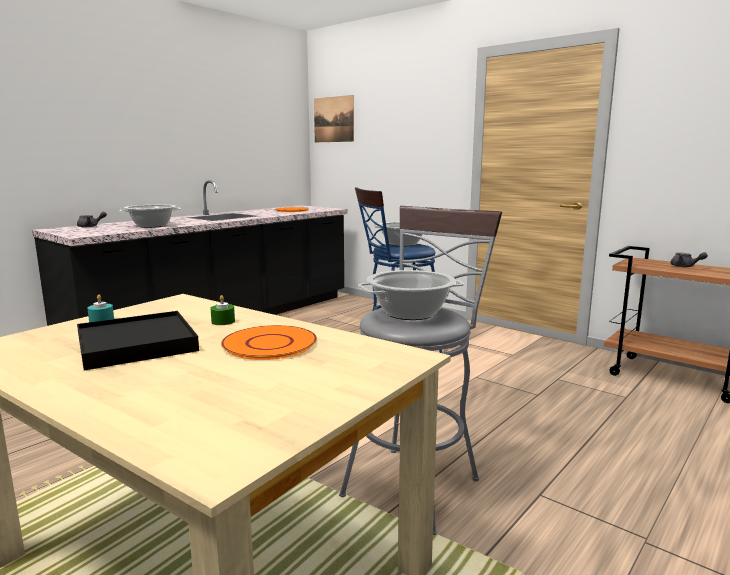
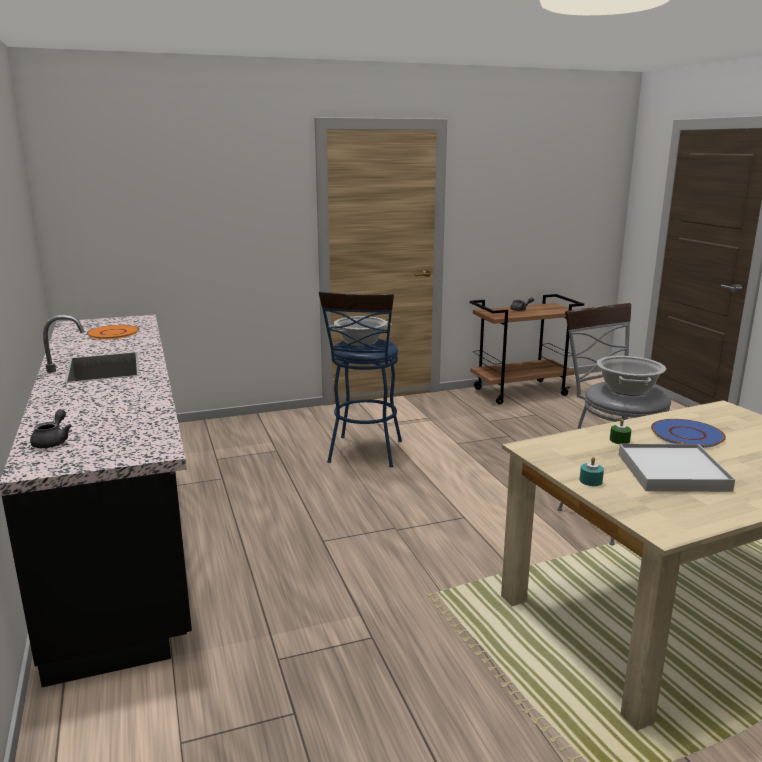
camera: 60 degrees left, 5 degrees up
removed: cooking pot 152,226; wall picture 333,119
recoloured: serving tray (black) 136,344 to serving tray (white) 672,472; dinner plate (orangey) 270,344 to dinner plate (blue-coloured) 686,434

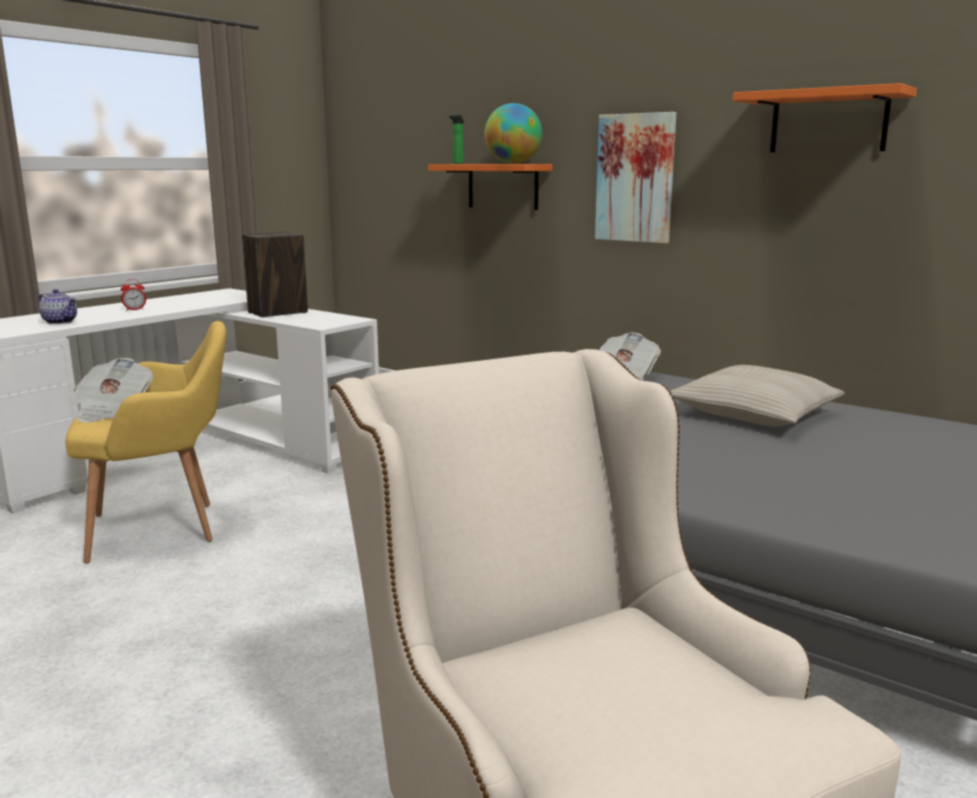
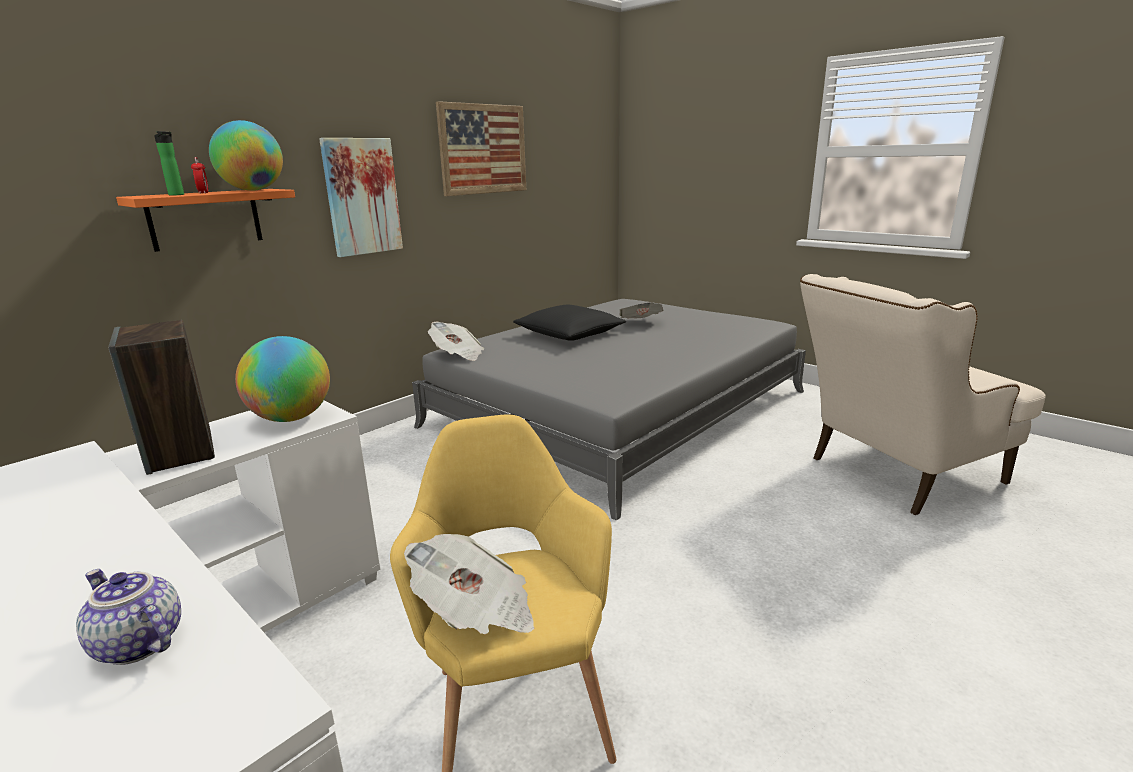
camera: 85 degrees left, 5 degrees up
added: world globe 291,418; printed paper 640,323
moved: bedside clock 135,310 to 203,193
replaced: bracket shelf (orangey) 828,122 to wall picture 483,149
recoloured: throw pillow (sand-coloured) 754,413 to throw pillow (black) 569,334
turned: teapot 61,322 = 136,644 90 degrees counterclockwise

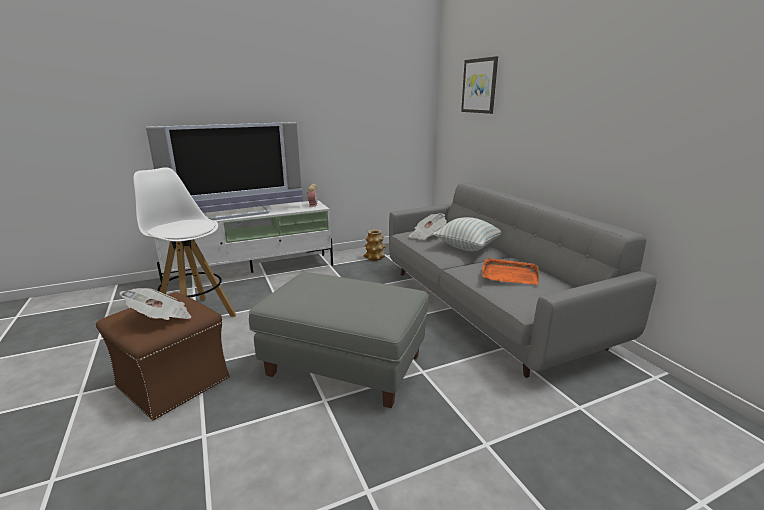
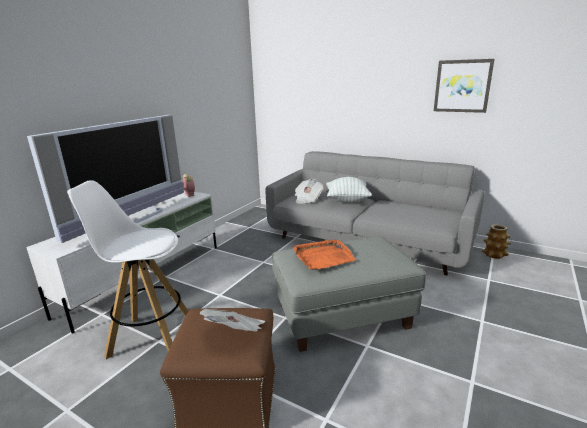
camera: 35 degrees left, 0 degrees up
moved: flower vase 375,258 to 494,255; wall picture 479,86 to 462,86; serving tray (orangey) 509,274 to 323,257

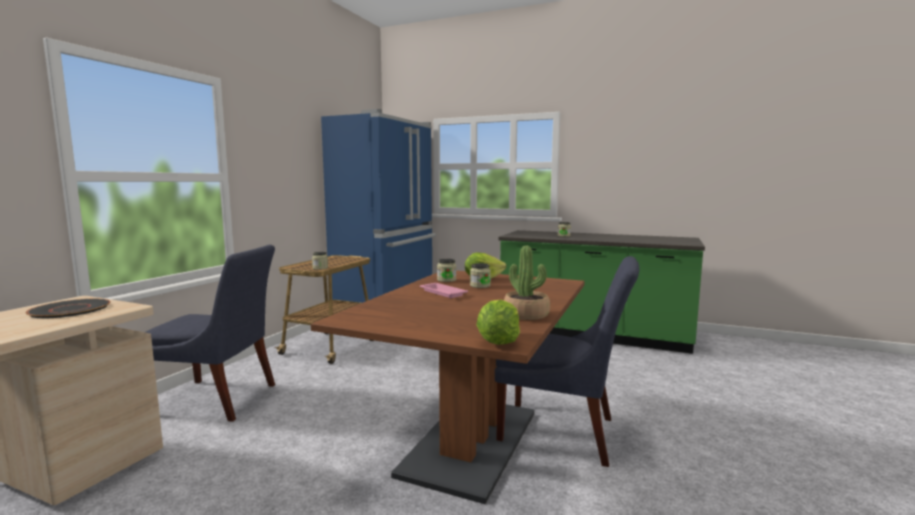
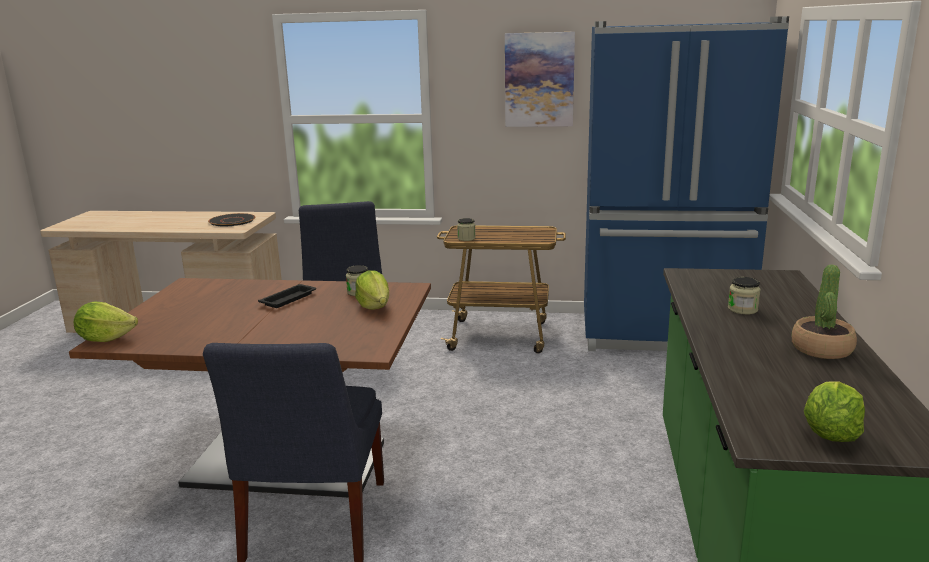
camera: 75 degrees right, 10 degrees up
removed: storage jar 480,286
added: wall picture 539,80; lettuce 830,434
moved: houseplant 526,314 to 822,349
recoloured: serving tray (pink) 442,293 to serving tray (black) 289,299

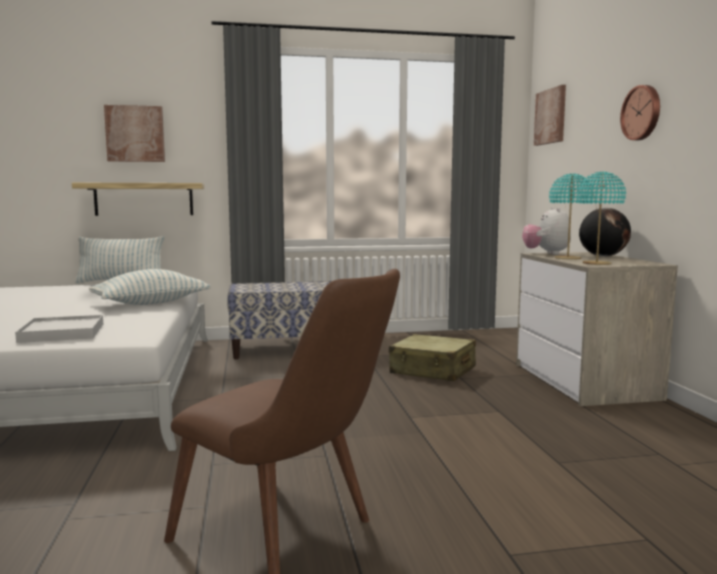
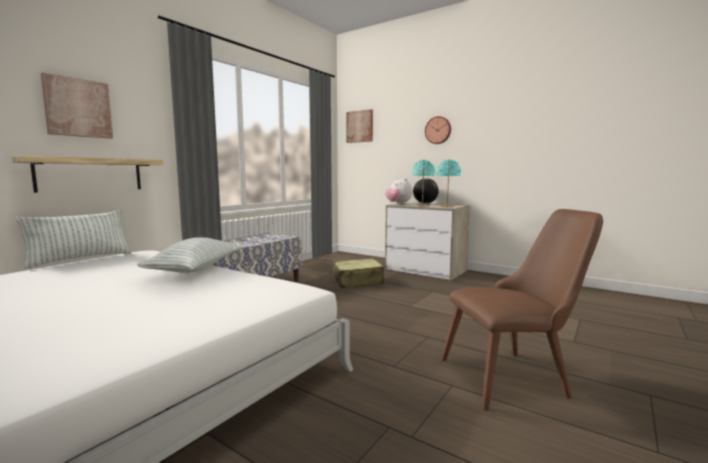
camera: 45 degrees left, 0 degrees up
removed: serving tray (white) 62,333

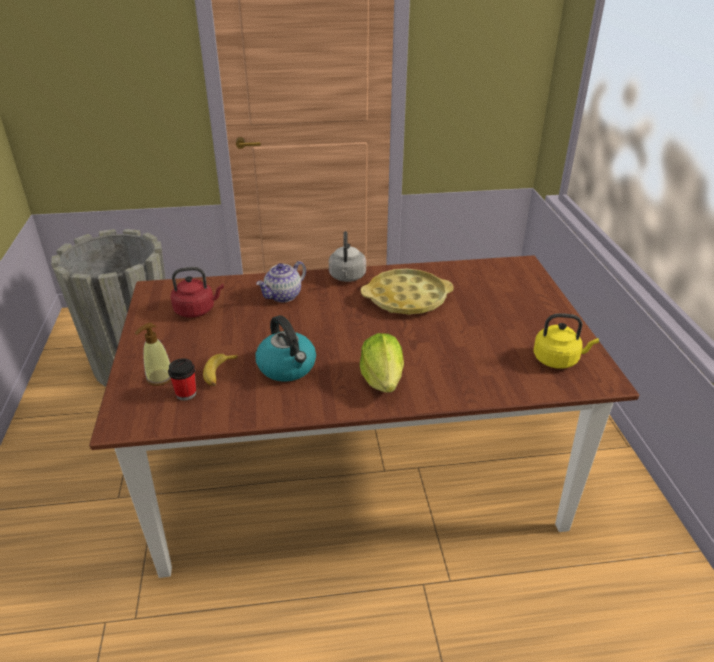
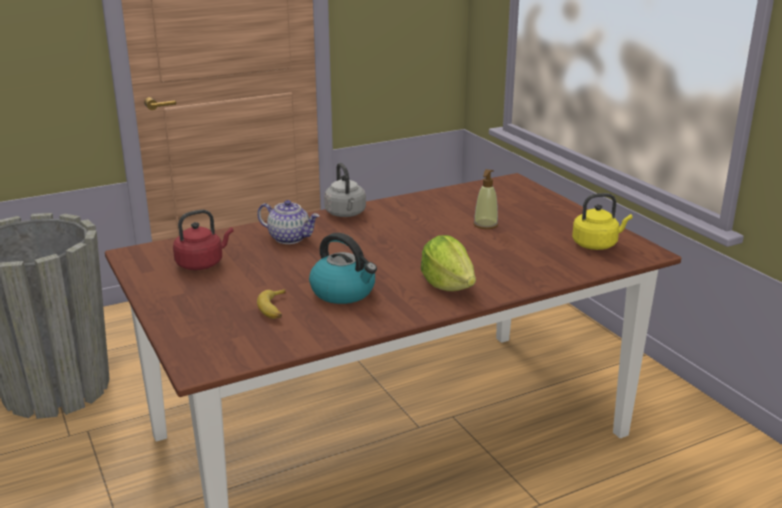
camera: 20 degrees left, 10 degrees down
removed: small cup 186,394; serving tray (yellow) 406,298
moved: soap bottle 159,378 to 485,225
turned: teapot 283,296 = 290,238 90 degrees counterclockwise

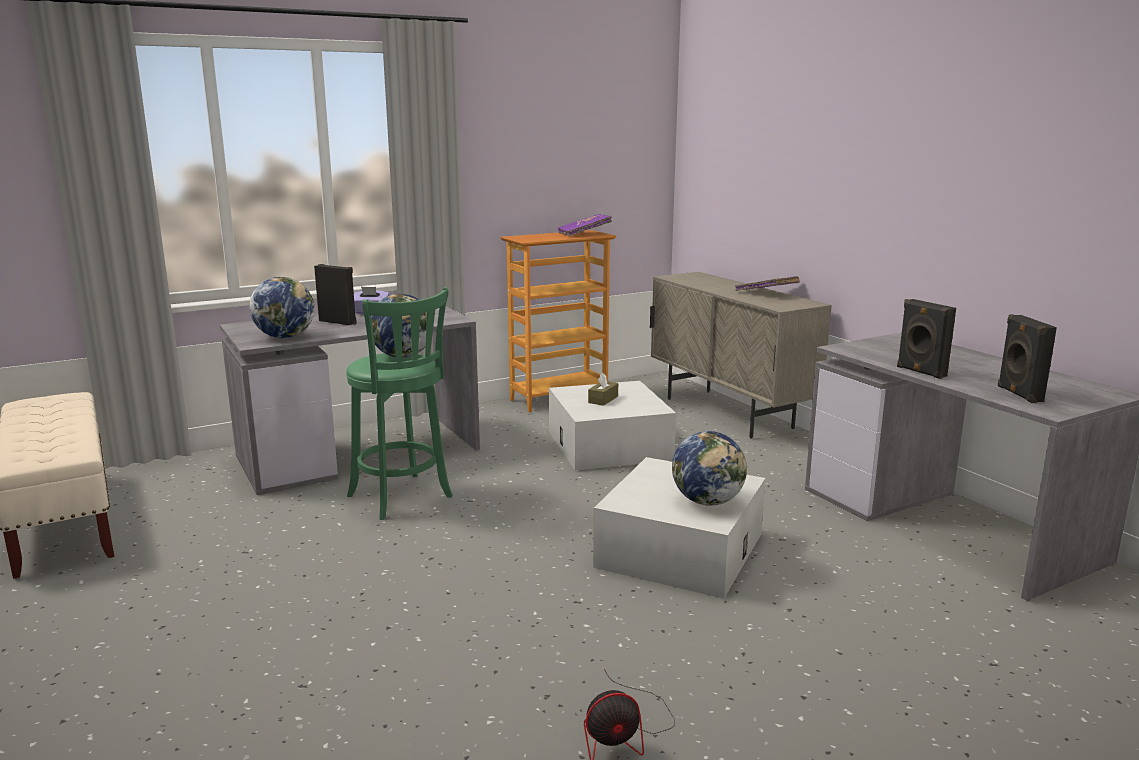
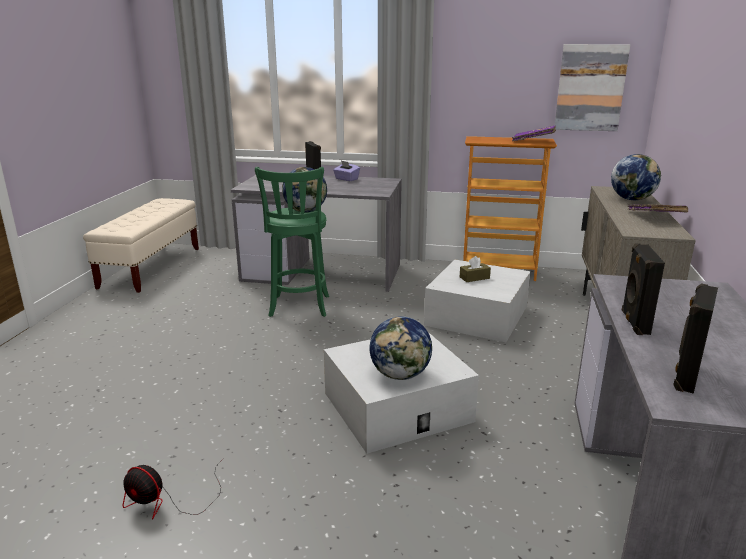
camera: 40 degrees right, 5 degrees up
added: wall picture 590,88
moved: world globe 285,337 to 632,199

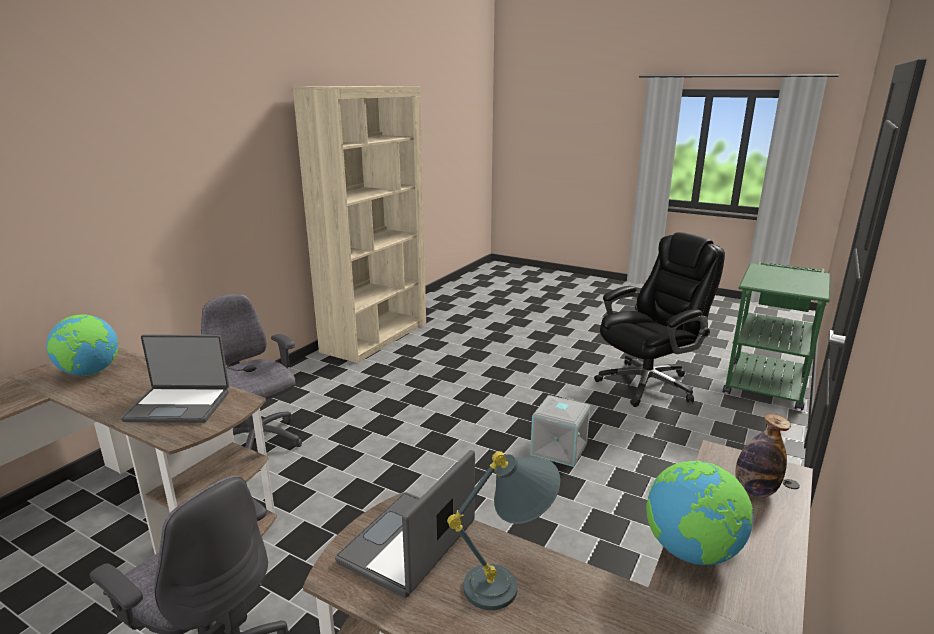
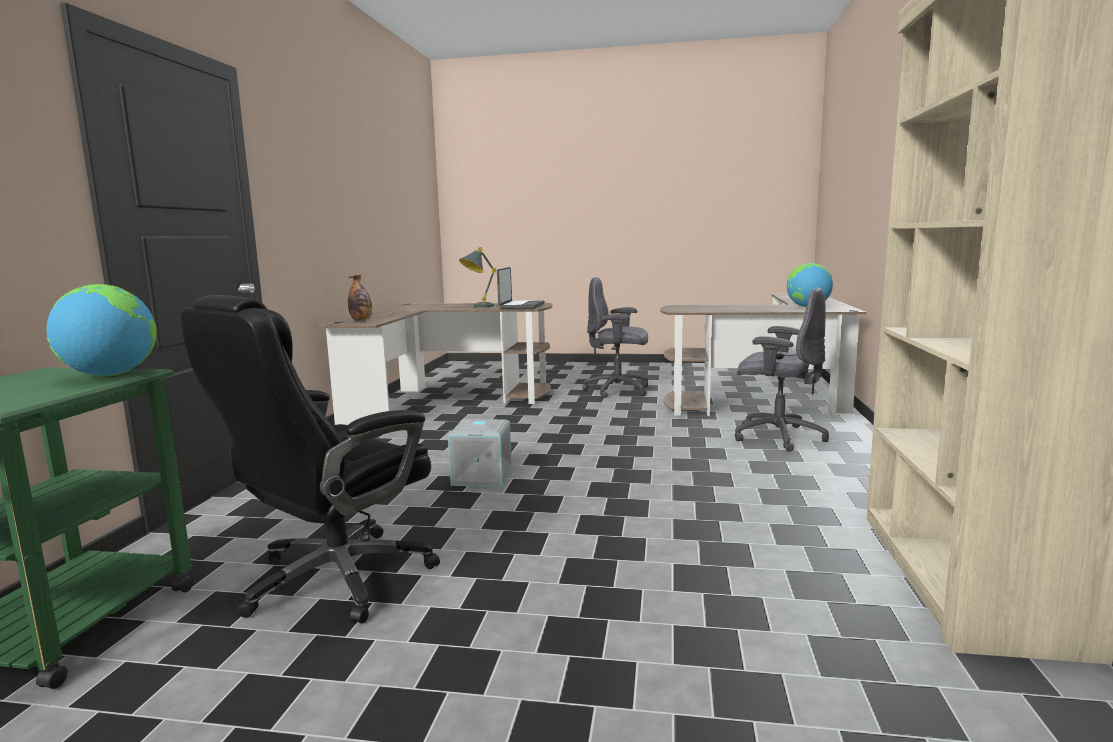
camera: 160 degrees right, 10 degrees down
removed: notebook computer 179,405
moved: world globe 692,552 to 110,375

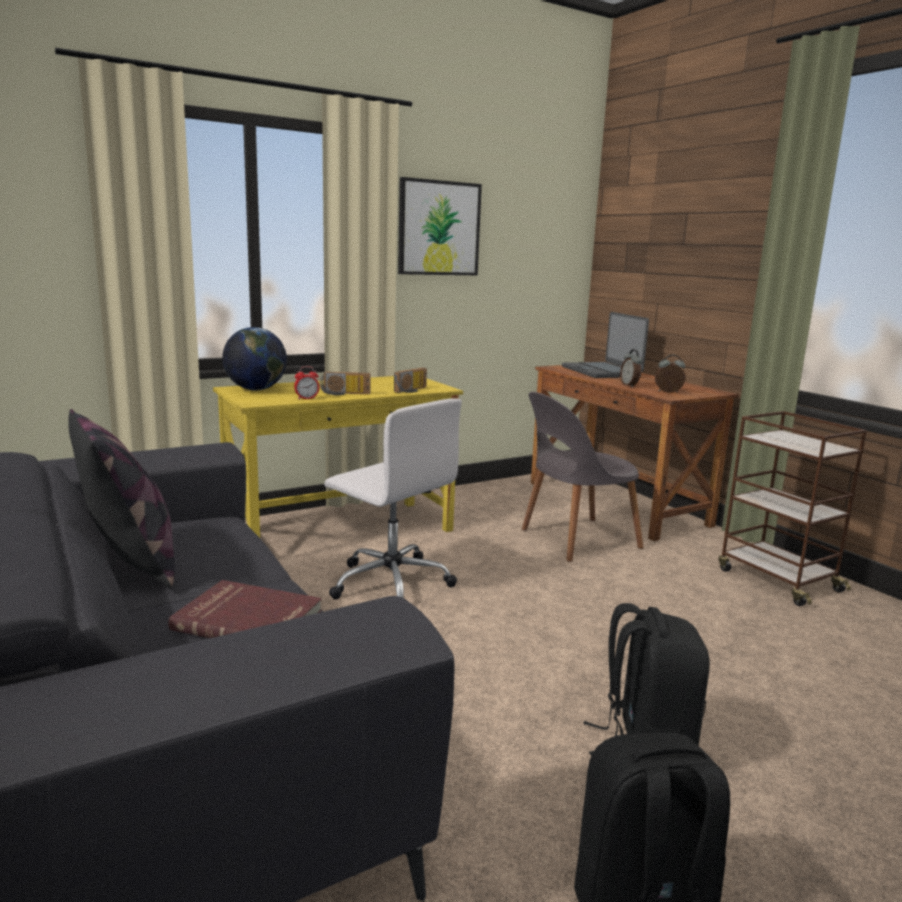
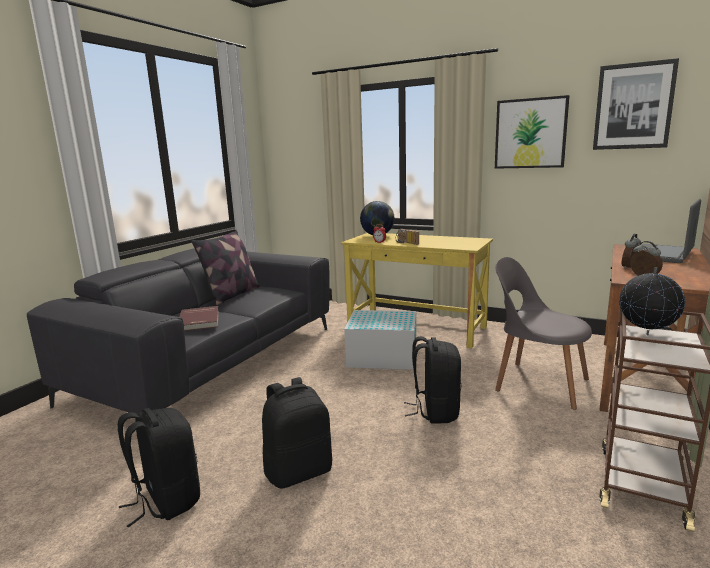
camera: 60 degrees right, 0 degrees up
removed: radio set 412,390
added: rucksack (black) 435,411; wall picture 633,106; world globe 646,335
replaced: office chair (white) 390,582 to storage box (white) 381,356

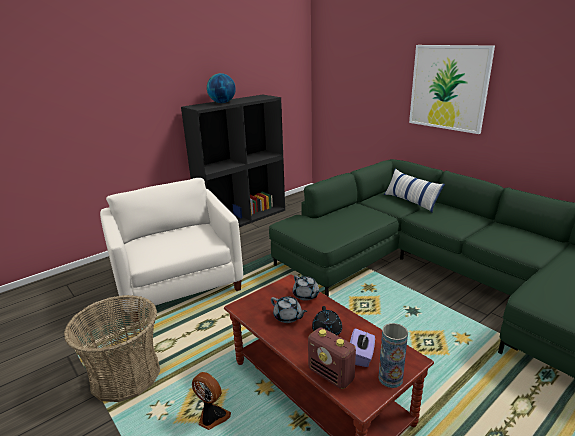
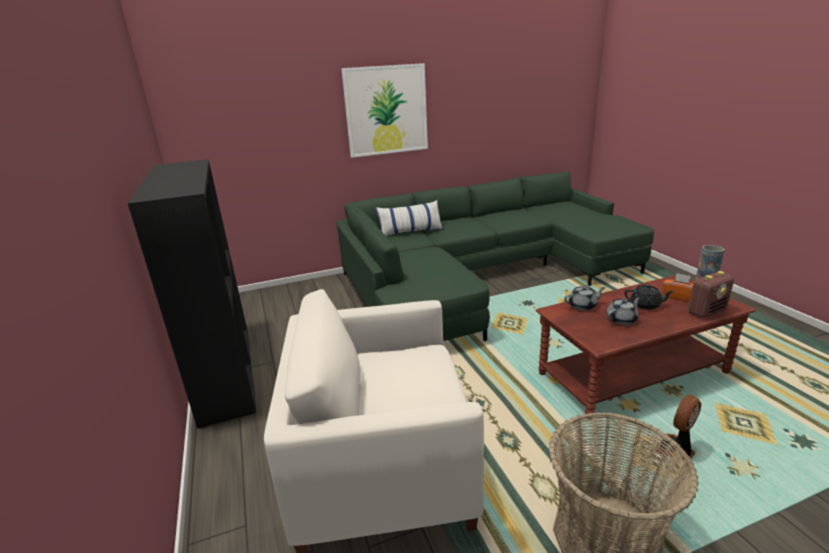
camera: 70 degrees left, 0 degrees up
removed: world globe 222,103
recoloured: tissue holder (purplish) 361,356 to tissue holder (orangey) 678,296

